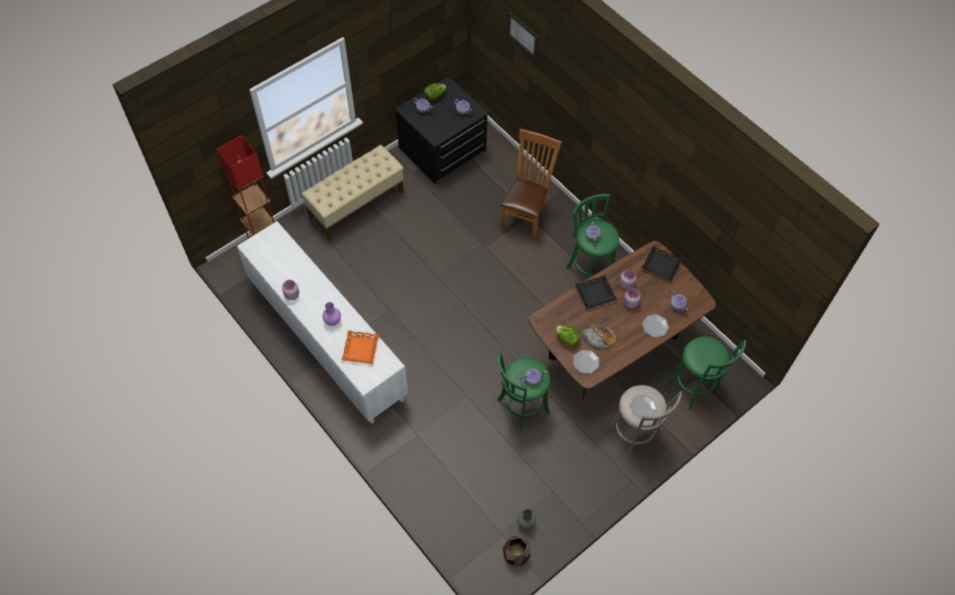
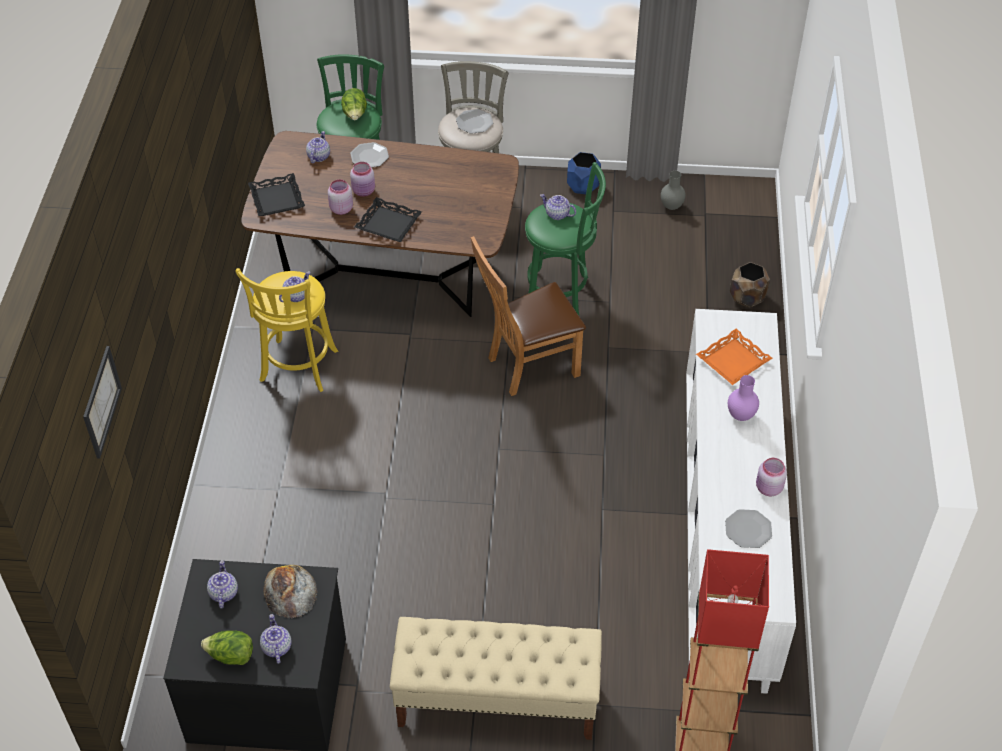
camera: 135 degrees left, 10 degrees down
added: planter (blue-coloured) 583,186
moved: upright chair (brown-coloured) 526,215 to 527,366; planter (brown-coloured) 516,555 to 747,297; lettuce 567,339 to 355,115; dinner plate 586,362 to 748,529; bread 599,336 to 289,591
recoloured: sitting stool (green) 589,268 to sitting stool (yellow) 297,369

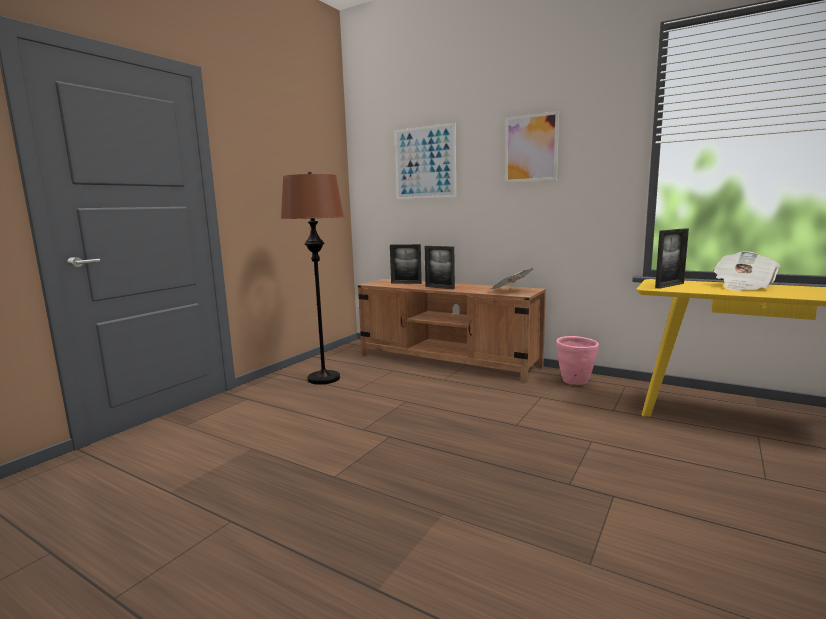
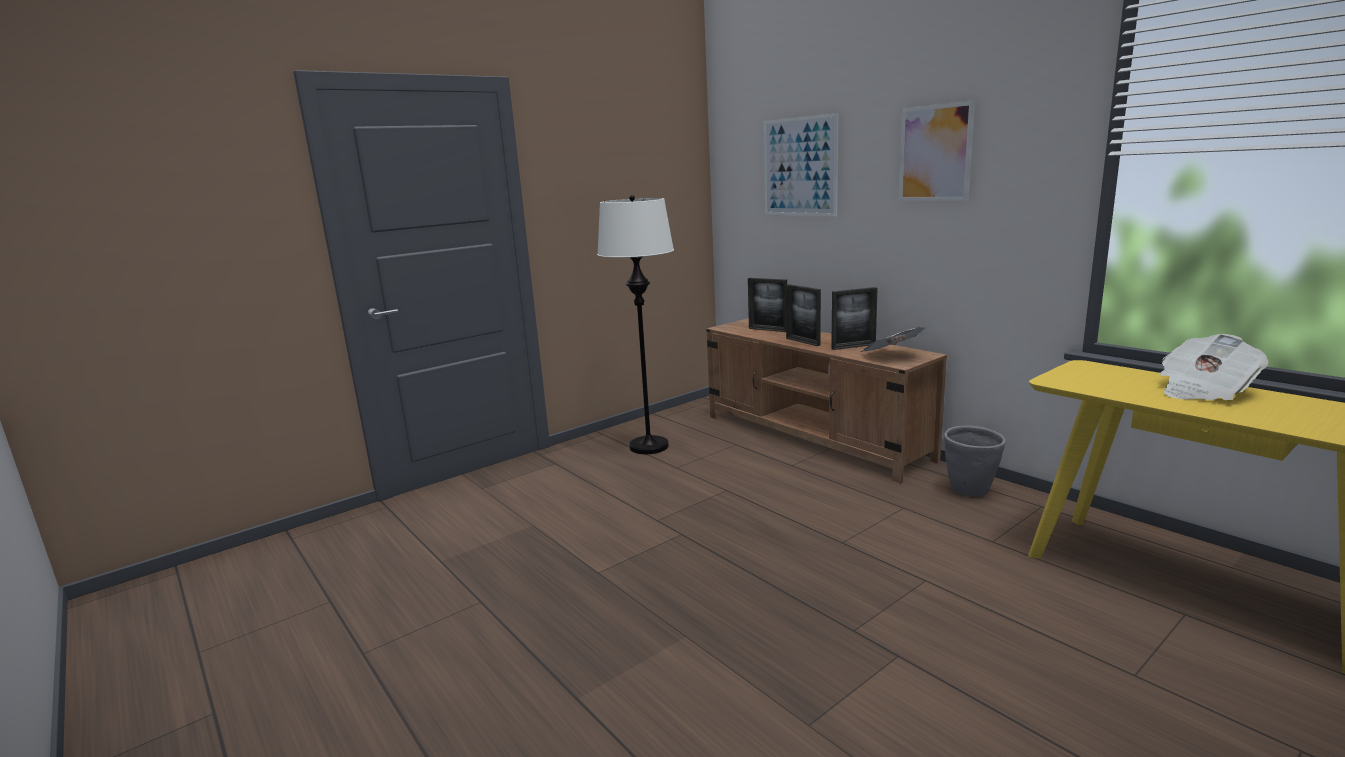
camera: 20 degrees right, 5 degrees up
moved: picture frame 669,285 to 853,346
recoloured: standard lamp (brown-coloured) 324,378 to standard lamp (white) 649,446; planter (pink) 575,382 to planter (grey) 970,491

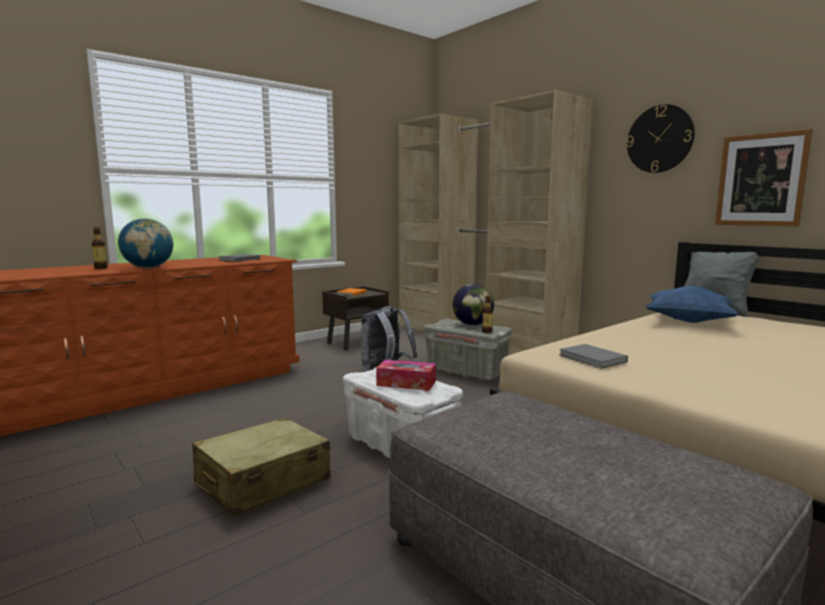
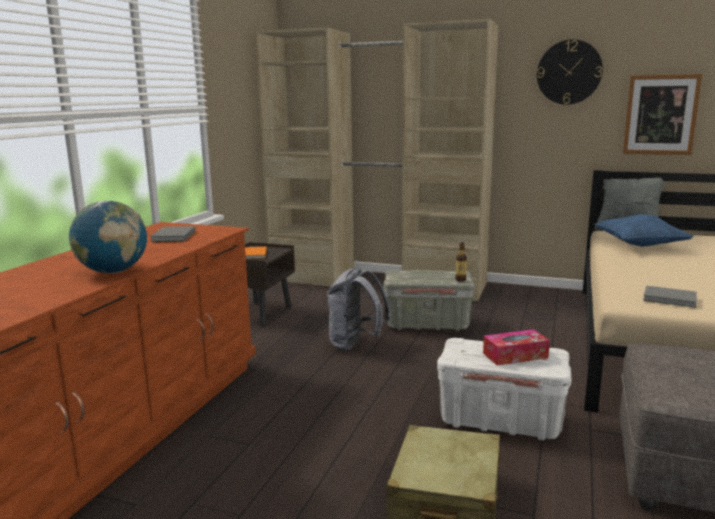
camera: 30 degrees left, 5 degrees up
removed: bottle 101,268; world globe 472,324

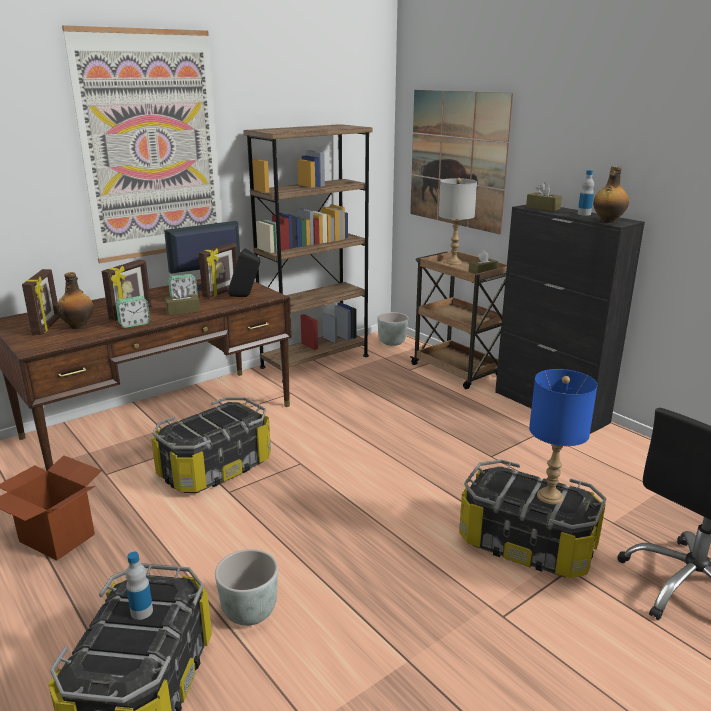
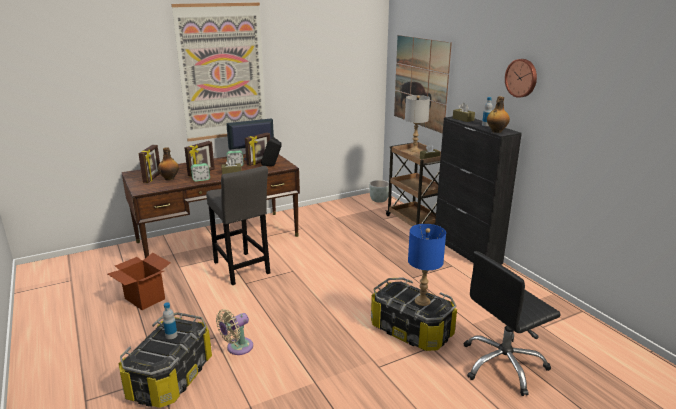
camera: 10 degrees right, 0 degrees up
removed: bookcase (brown-coloured) 315,361
added: wall clock 522,78
replaced: storage box 215,469 to sitting stool (grey) 242,269; planter (grey) 250,612 to cooling fan (sand-coloured) 237,348

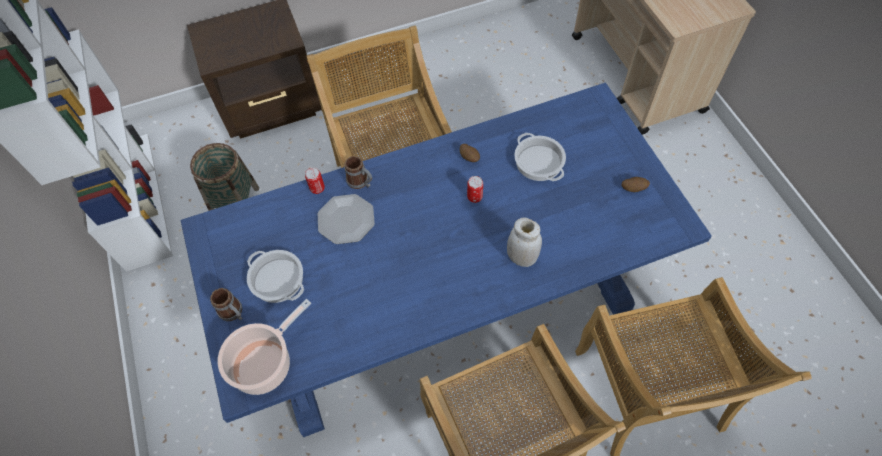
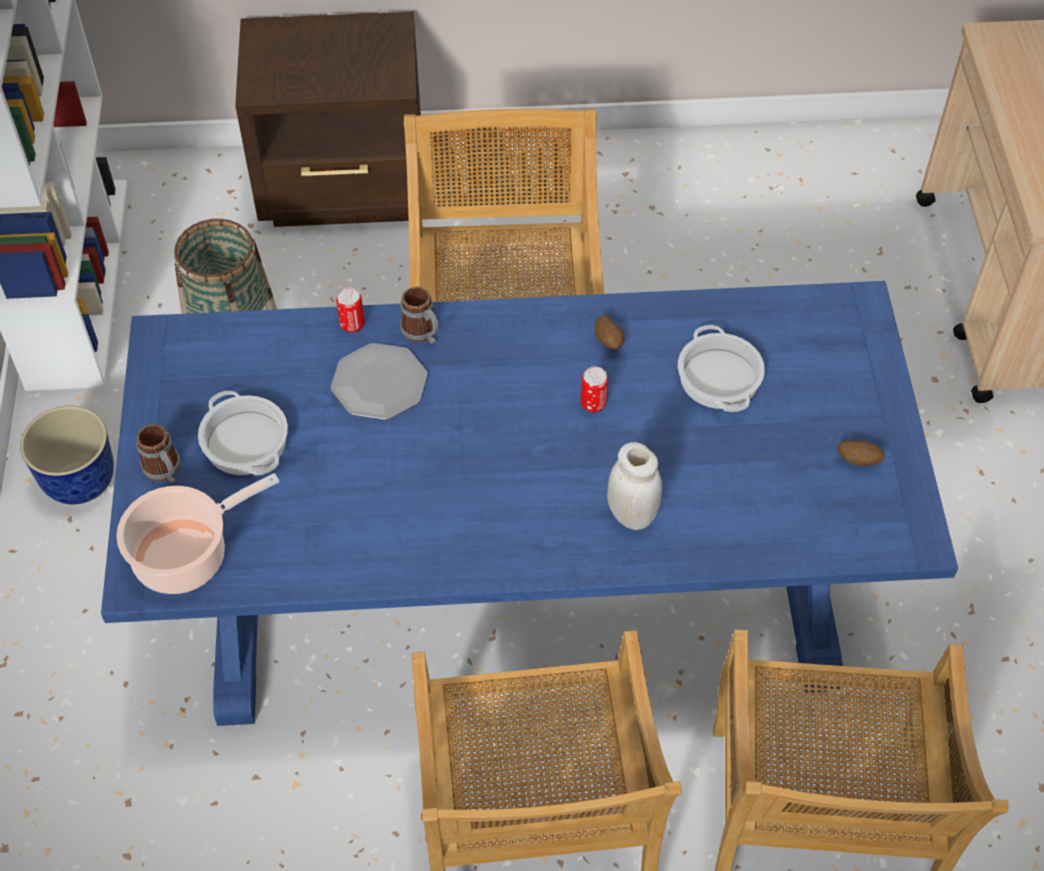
camera: 15 degrees right, 5 degrees down
added: planter 80,481

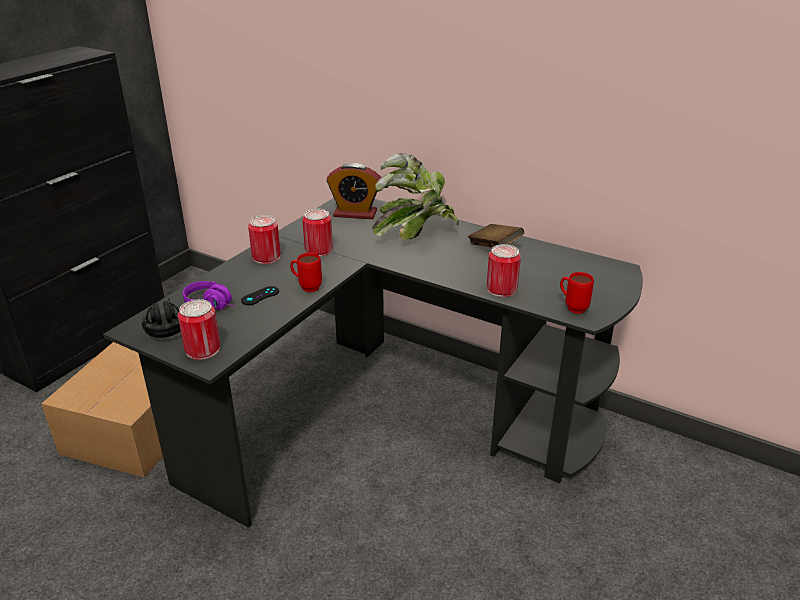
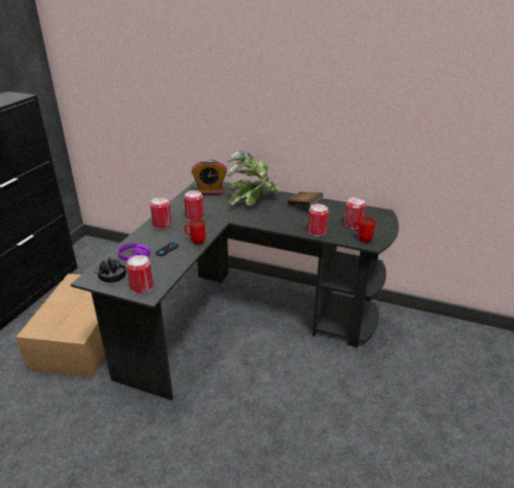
camera: 10 degrees left, 0 degrees up
added: metal can 353,224

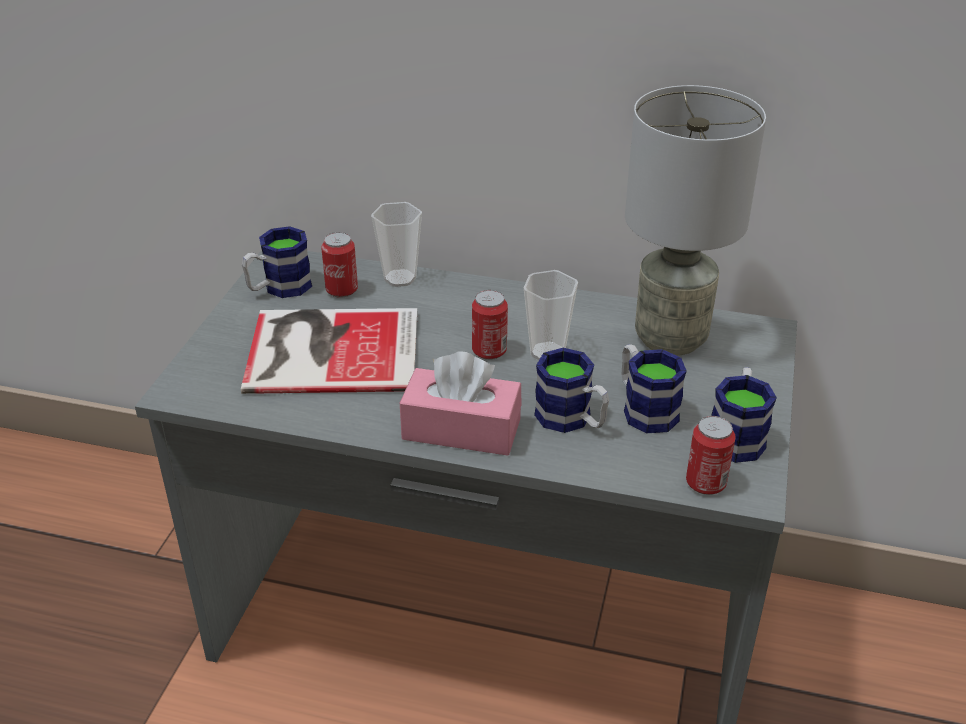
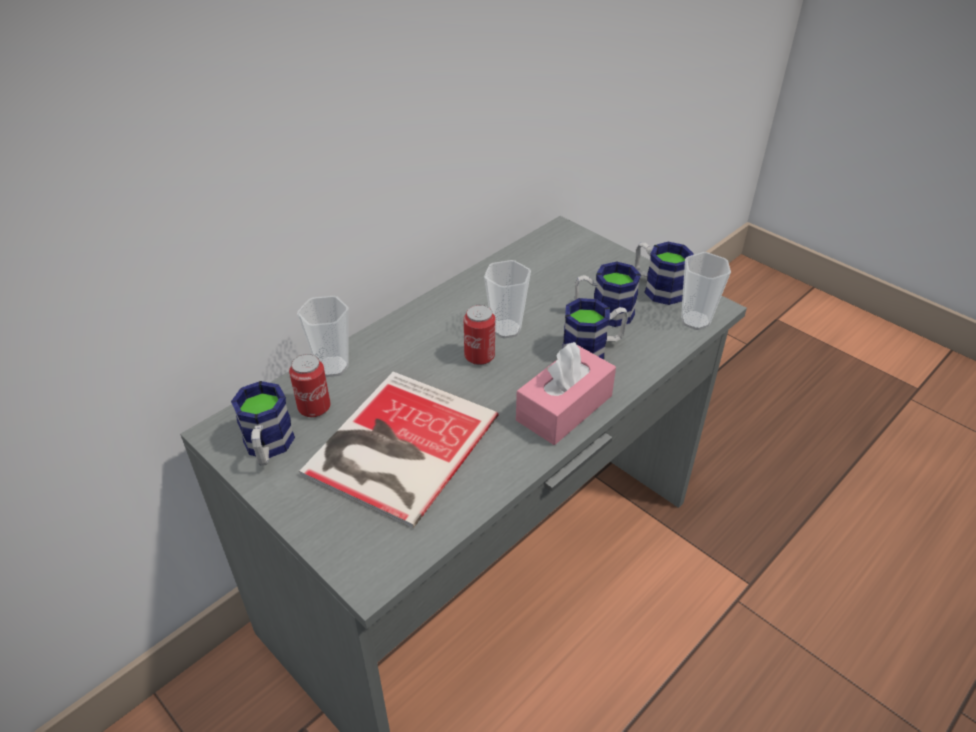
camera: 60 degrees left, 5 degrees up
removed: table lamp (grey) 672,338
replaced: metal can 705,483 to small cup 695,321

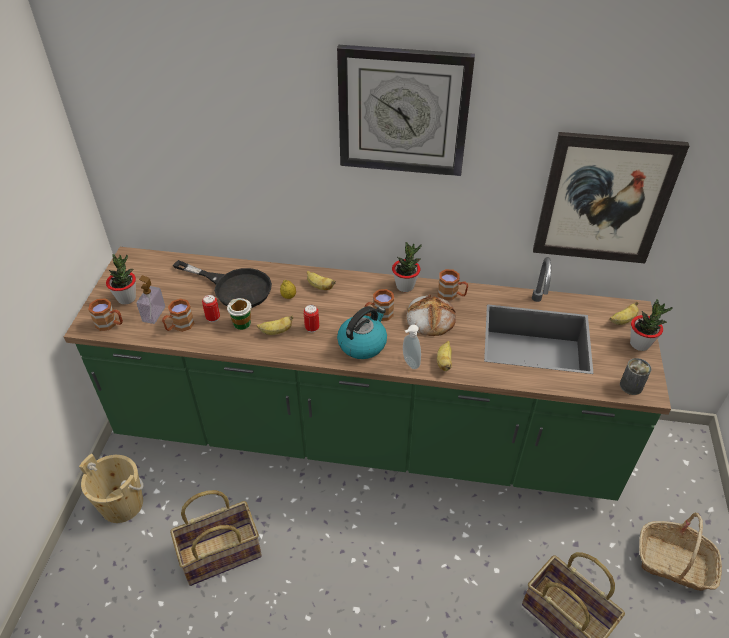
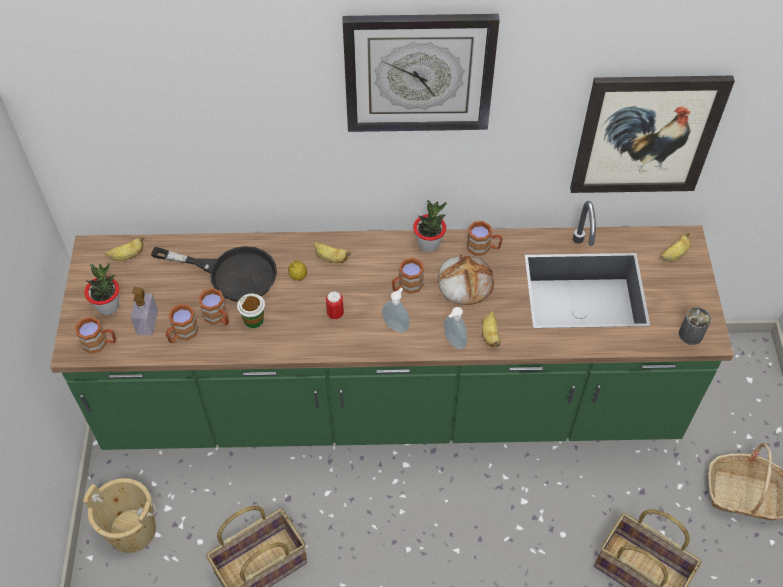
camera: 10 degrees left, 10 degrees up
removed: houseplant 639,344
moved: banana fruit 276,332 to 127,256
replaced: metal can 213,318 to mug (brown-coloured) 218,317; tea kettle 362,343 to soap bottle 396,325

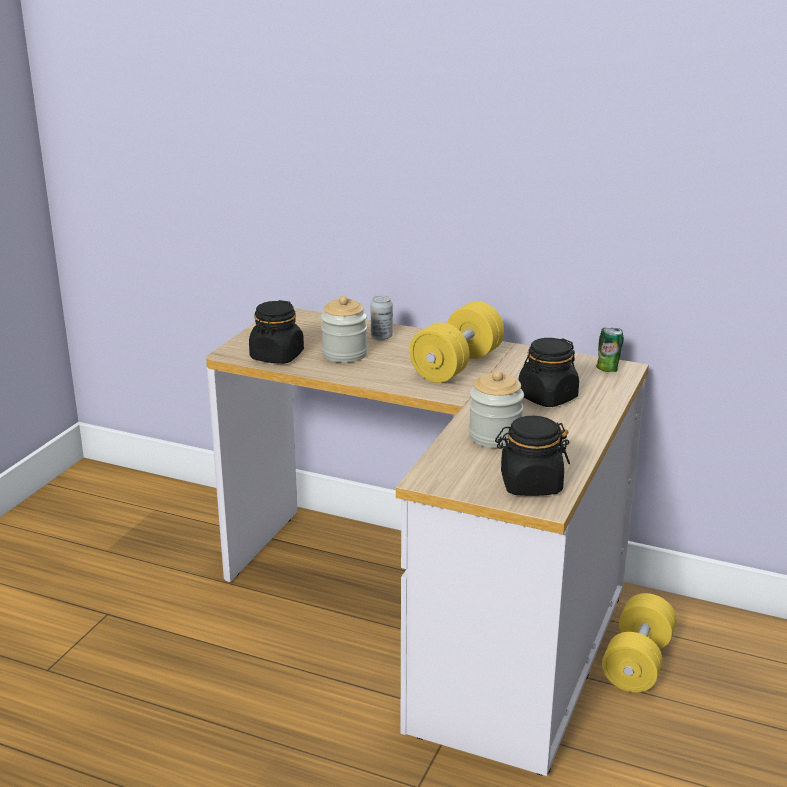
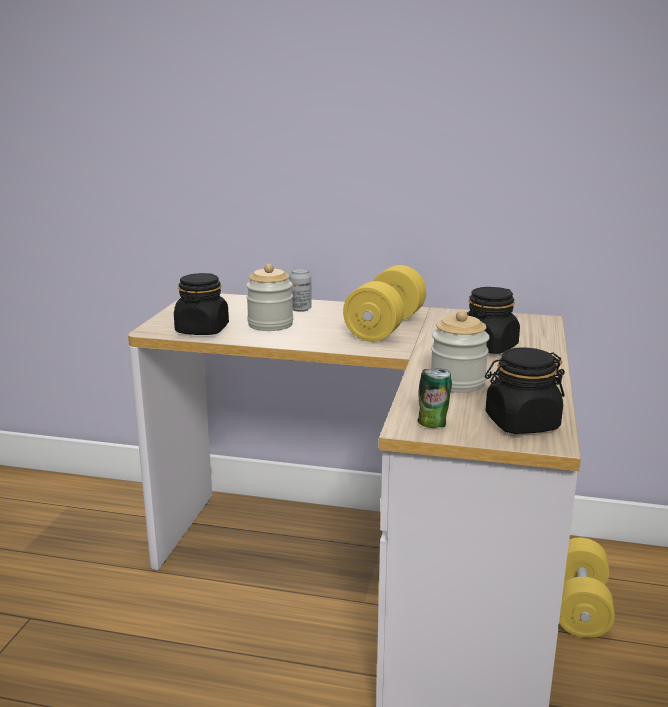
camera: 10 degrees left, 5 degrees down
moved: metal can 608,369 to 433,424

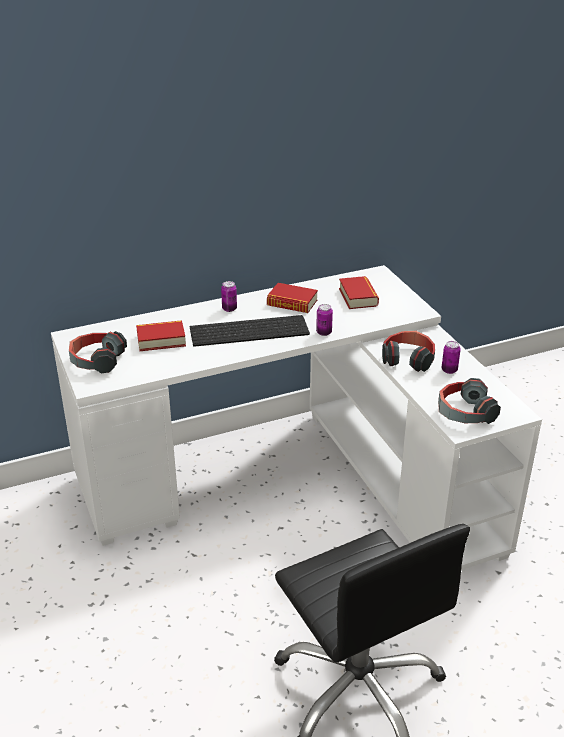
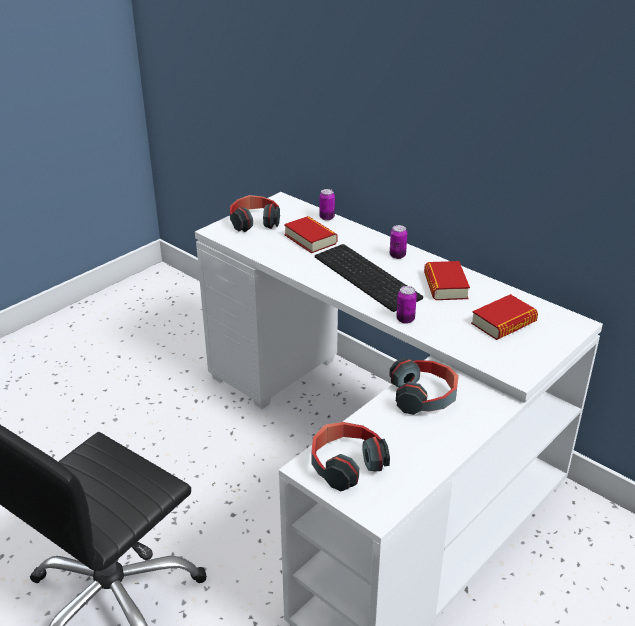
camera: 65 degrees right, 0 degrees up
moved: metal can 449,370 to 327,218

